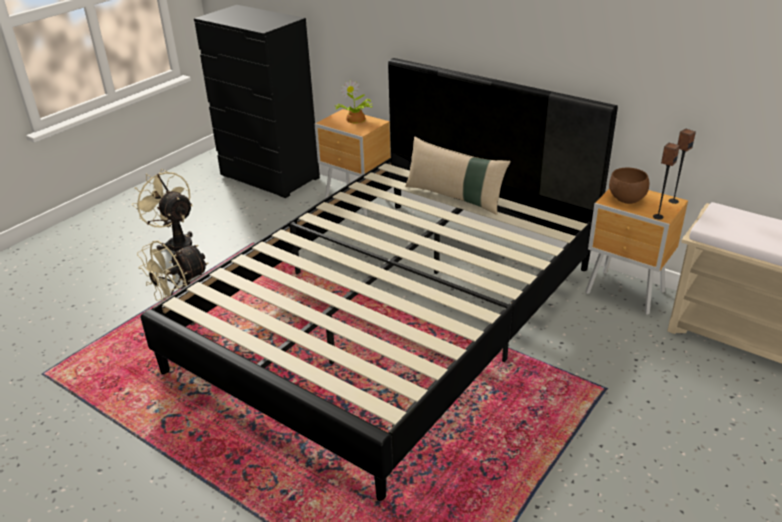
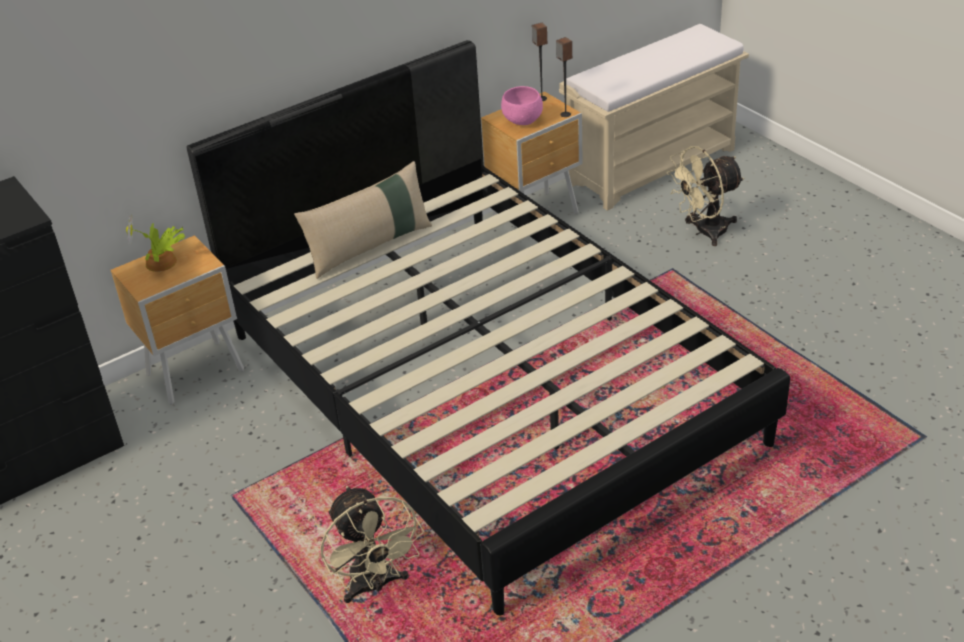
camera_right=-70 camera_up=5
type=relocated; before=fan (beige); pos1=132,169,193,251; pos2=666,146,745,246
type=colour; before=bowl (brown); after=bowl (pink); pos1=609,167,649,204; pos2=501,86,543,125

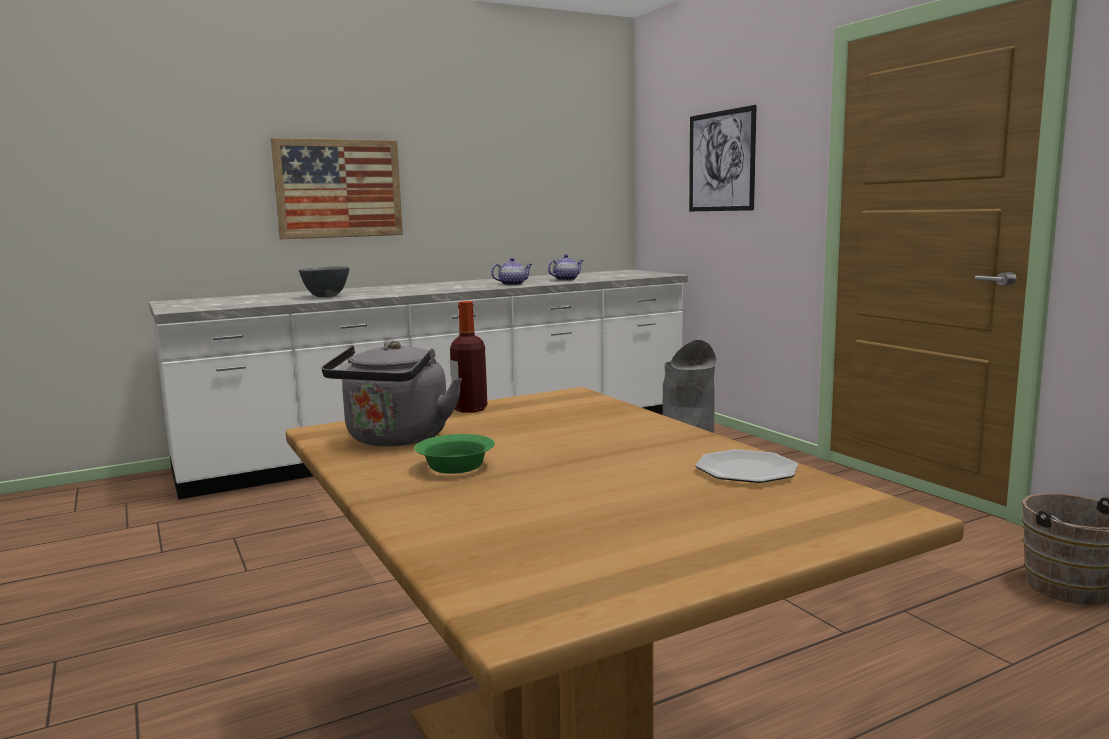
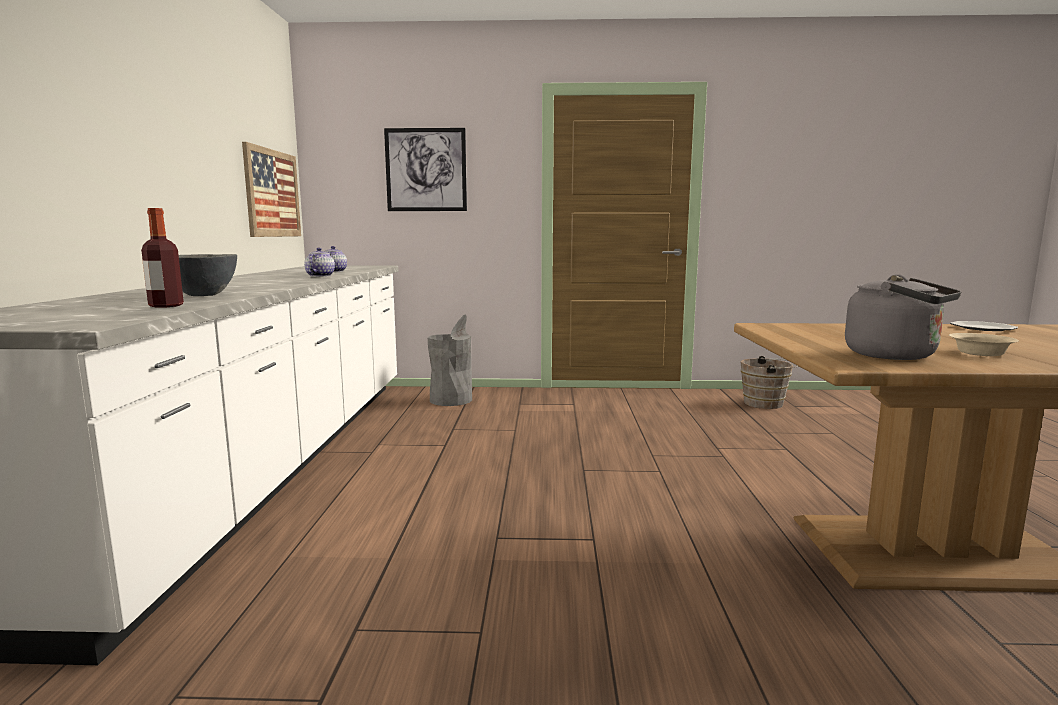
camera_right=-60 camera_up=0
type=relocated; before=picture; pos1=271,138,403,239; pos2=242,142,301,237
type=colour; before=bowl (green); after=bowl (beige); pos1=415,434,495,474; pos2=949,333,1019,356
type=relocated; before=bottle; pos1=450,301,488,413; pos2=141,208,184,308

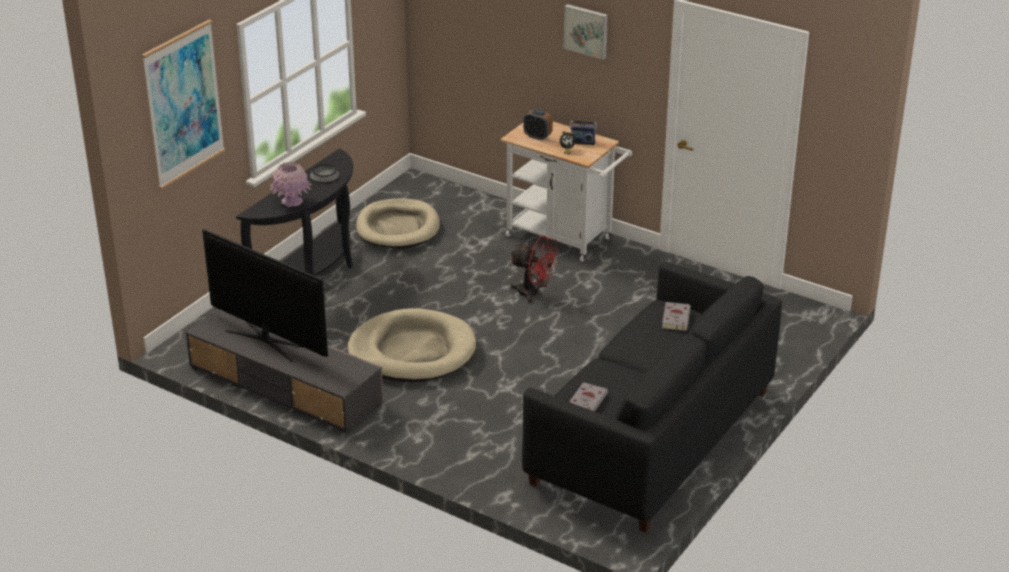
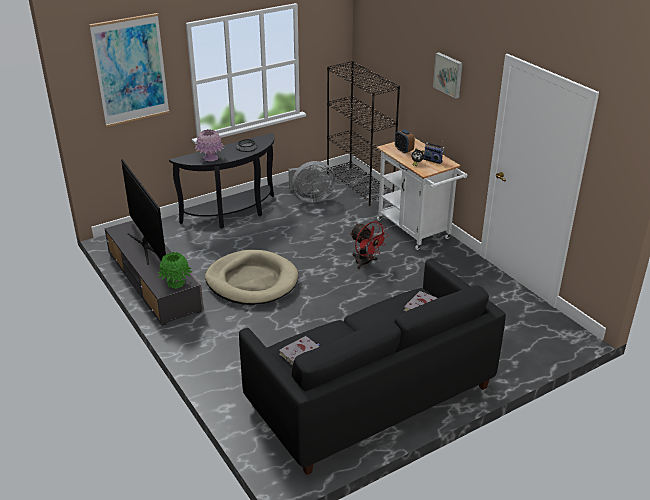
camera_right=25 camera_up=0
type=exchanged; before=dog bed (beige); after=fan (grey); pos1=356,199,440,249; pos2=288,161,336,203
type=appeared; after=vase (green); pos2=158,252,192,289
type=appeared; after=bookcase (black); pos2=327,61,400,206

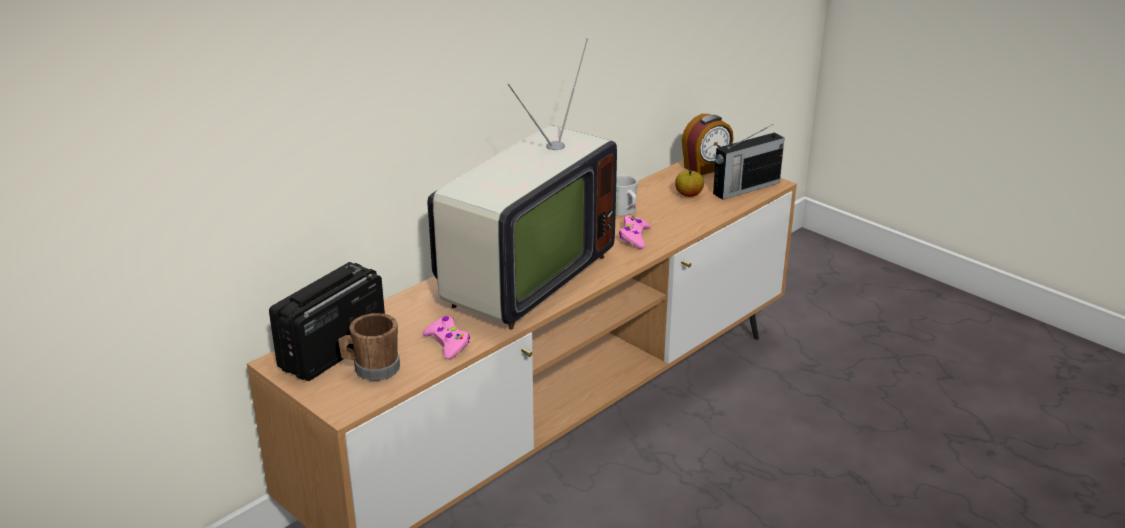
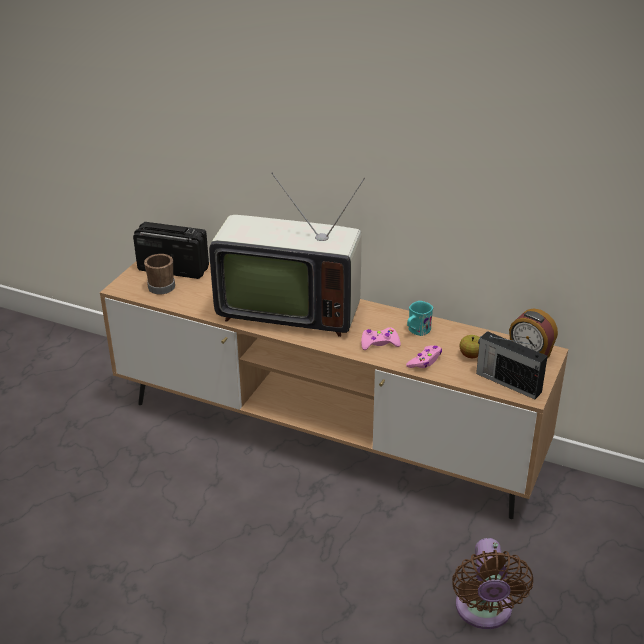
camera_right=70 camera_up=5
type=relocated; before=game controller (pink); pos1=422,316,470,360; pos2=406,345,442,368
type=colour; before=mug (white); after=mug (turquoise); pos1=616,174,638,216; pos2=407,301,433,336
type=appeared; after=fan (brown); pos2=452,538,533,629

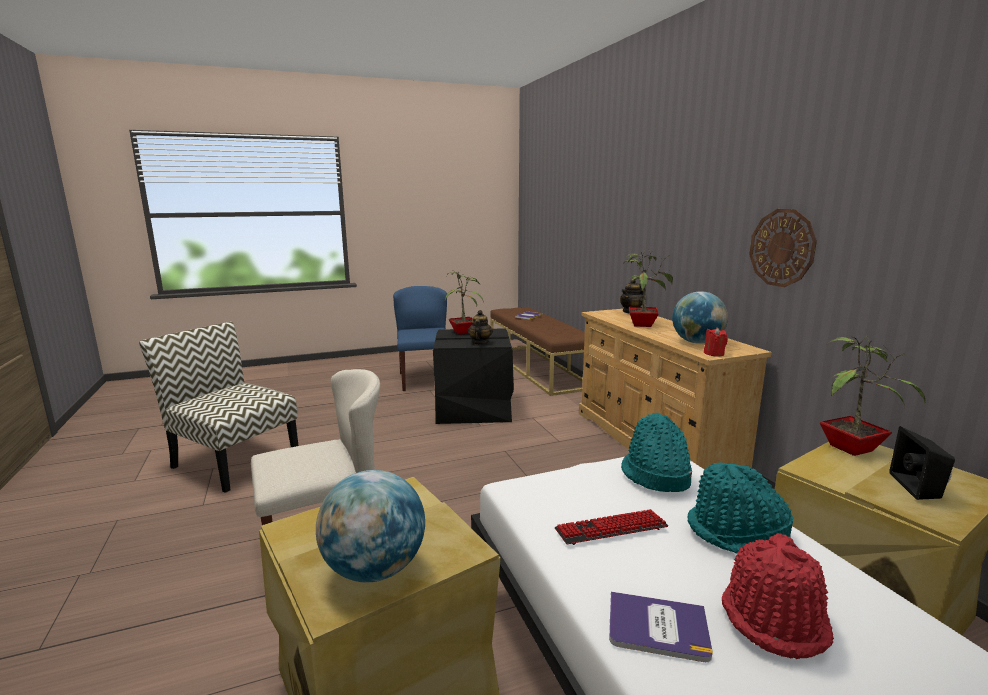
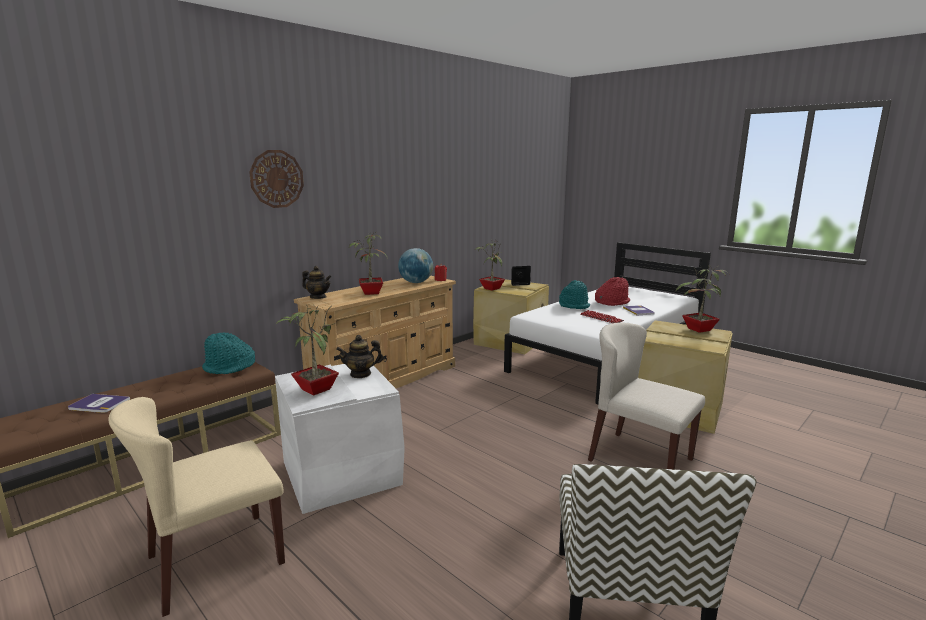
camera_right=-115 camera_up=0
type=exchanged; before=globe; after=potted plant; pos1=316,470,425,582; pos2=675,266,729,333
type=colour; before=chair (blue); after=chair (beige); pos1=393,286,447,391; pos2=108,397,285,617
type=colour; before=storage box (black); after=storage box (white); pos1=433,328,514,424; pos2=275,364,405,514
type=relocated; before=hat (turquoise); pos1=621,413,692,492; pos2=202,333,255,374
type=relocated; before=wall clock; pos1=749,209,817,287; pos2=249,150,304,208

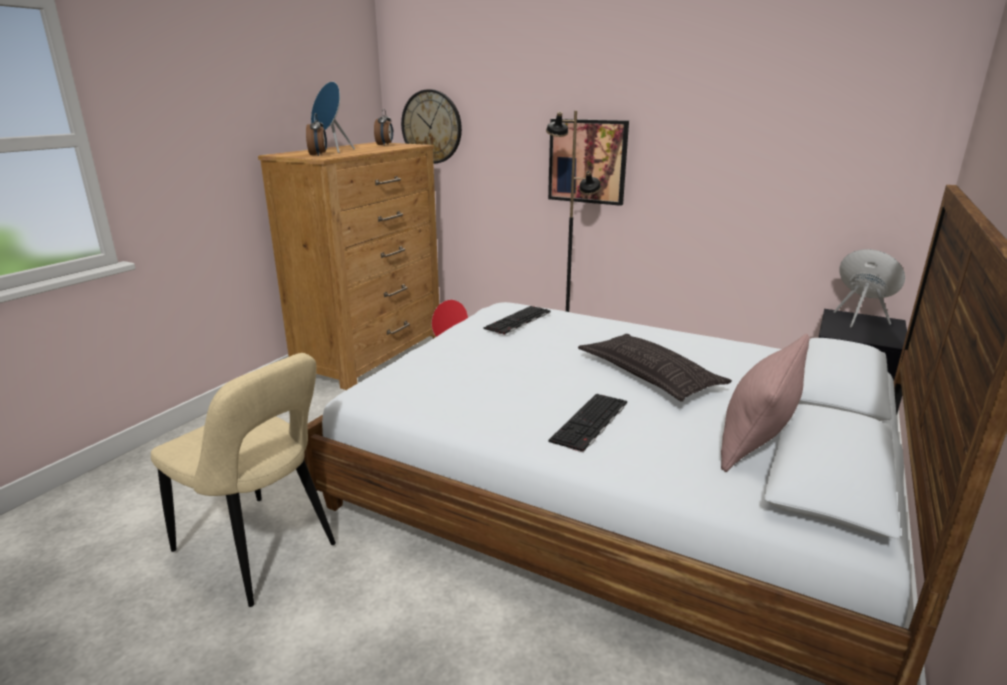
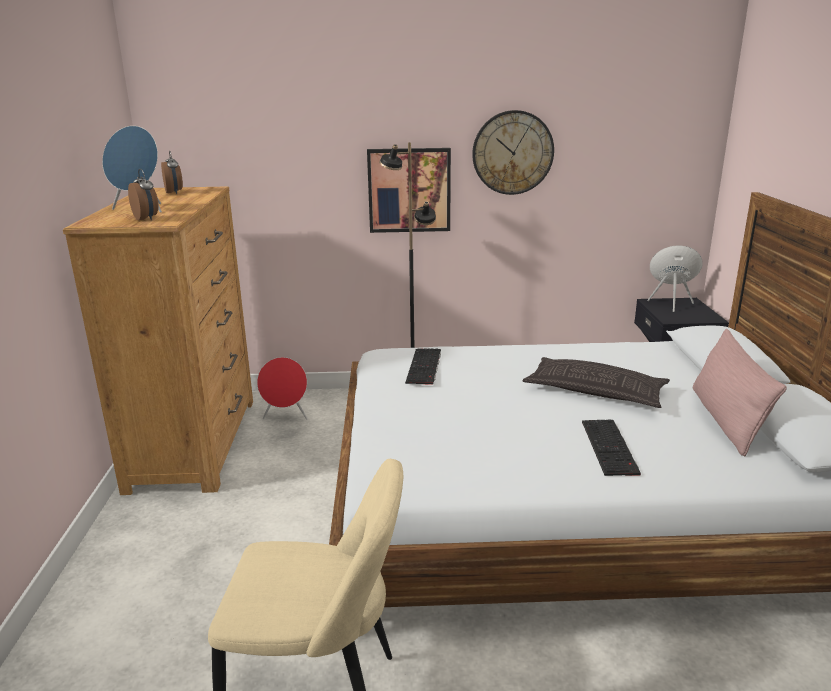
camera_right=-30 camera_up=0
type=relocated; before=wall clock; pos1=401,89,462,164; pos2=472,110,554,195

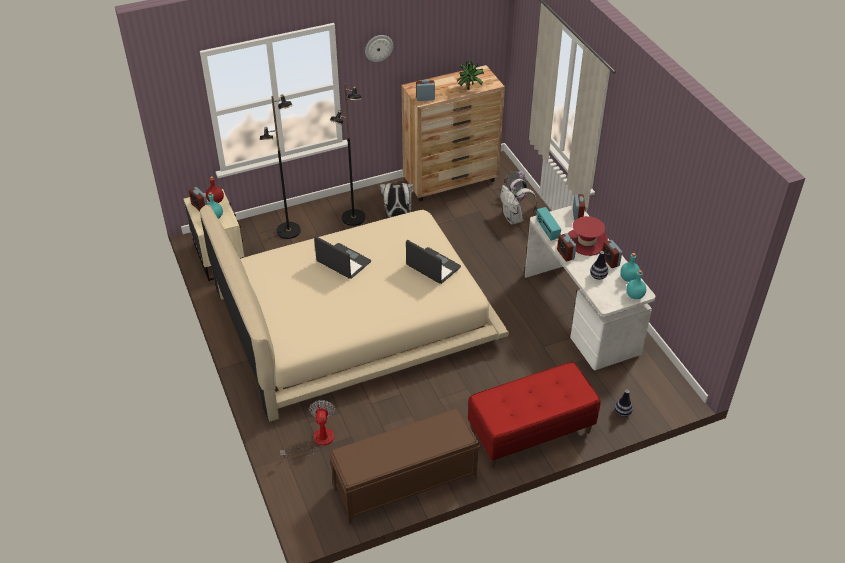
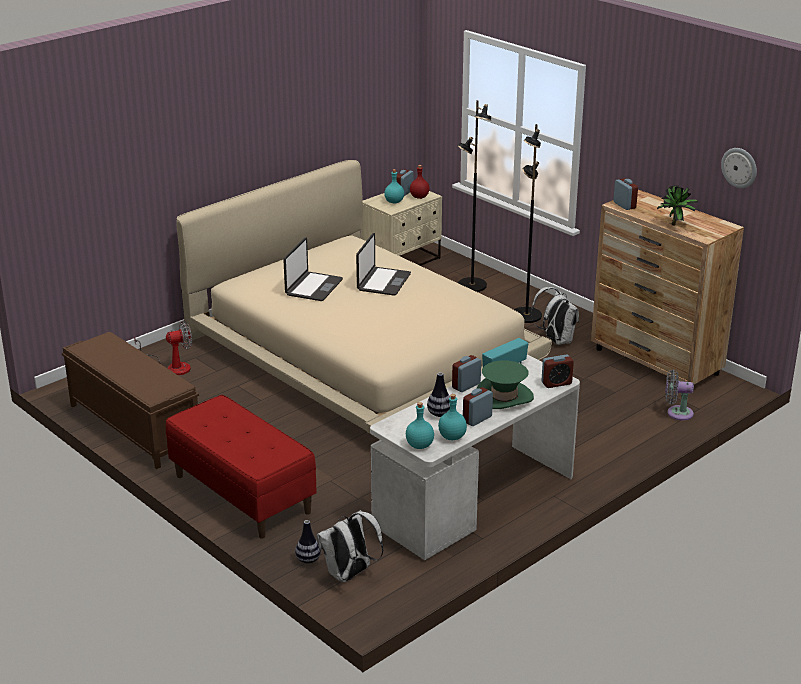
camera_right=70 camera_up=-15
type=relocated; before=wall clock; pos1=365,35,393,62; pos2=721,148,757,188
type=relocated; before=laptop; pos1=406,240,461,284; pos2=284,238,343,301
type=relocated; before=backpack (white); pos1=500,179,537,225; pos2=317,510,384,582
type=colour; before=hat (red); after=hat (green); pos1=568,216,608,256; pos2=476,360,534,409

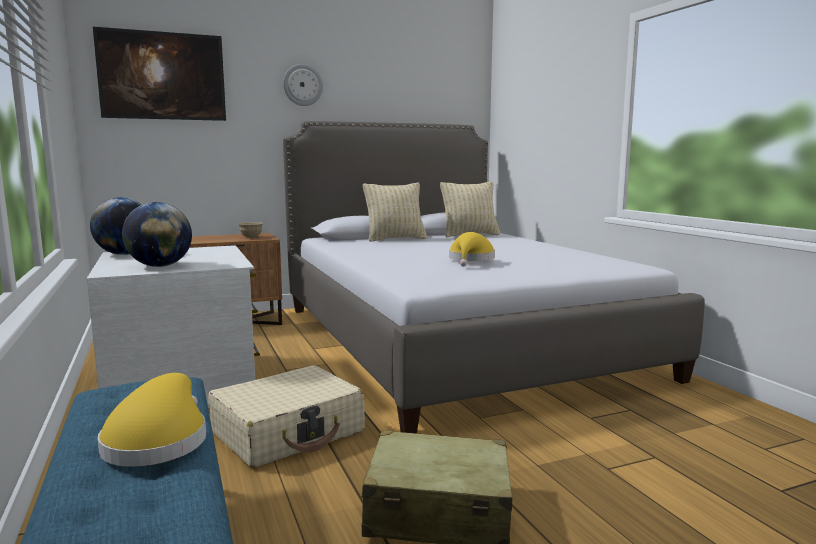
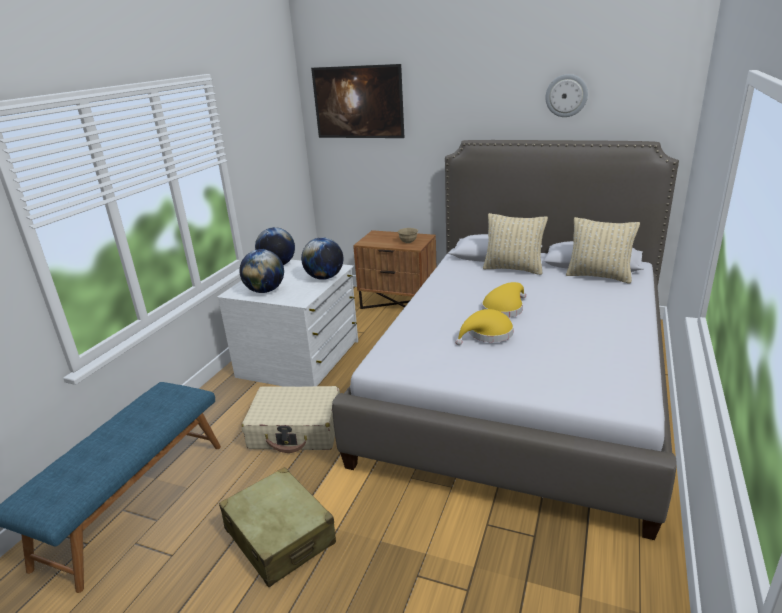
camera_right=45 camera_up=15
type=relocated; before=hat (yellow); pos1=98,373,206,467; pos2=482,282,526,318
type=relocated; before=wall clock; pos1=283,64,323,106; pos2=545,74,588,117
type=appeared; after=globe; pos2=301,237,343,280

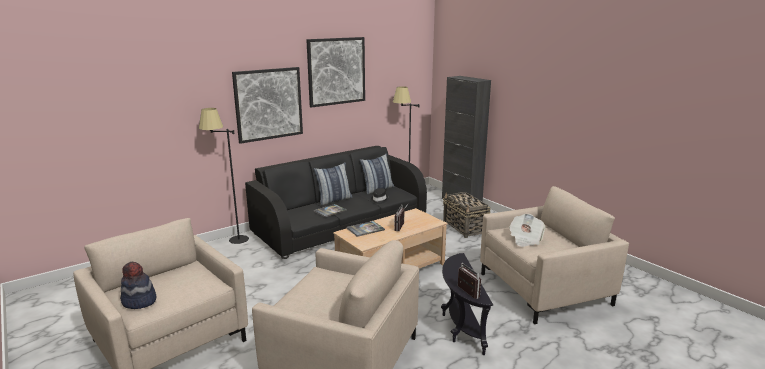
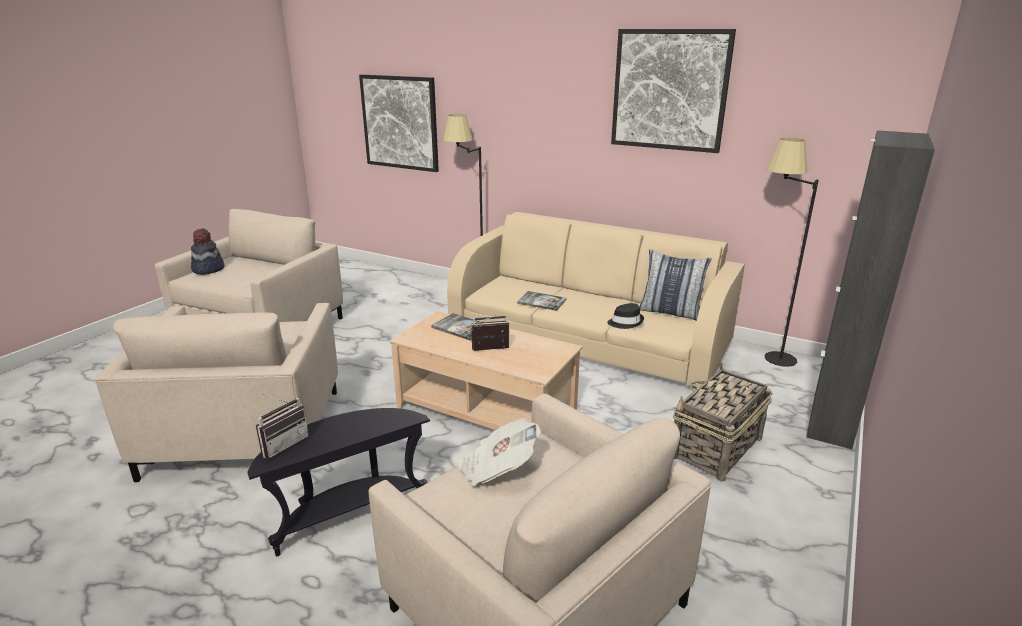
camera_right=65 camera_up=5
type=relocated; before=picture; pos1=232,67,303,144; pos2=359,75,439,172
type=colour; before=sofa (black); after=sofa (beige); pos1=245,146,427,259; pos2=447,212,745,389
type=missing; before=pillow; pos1=313,163,353,206

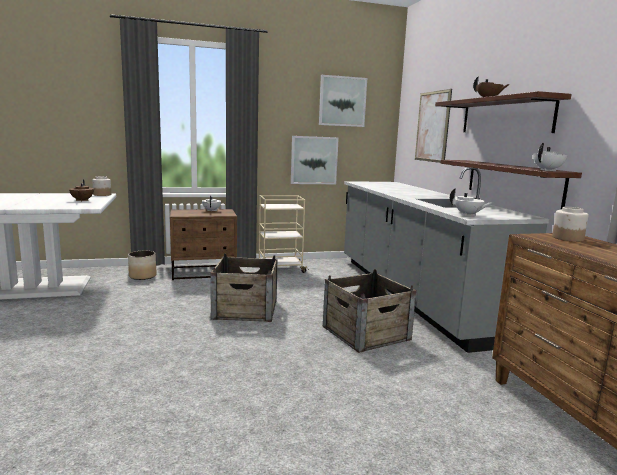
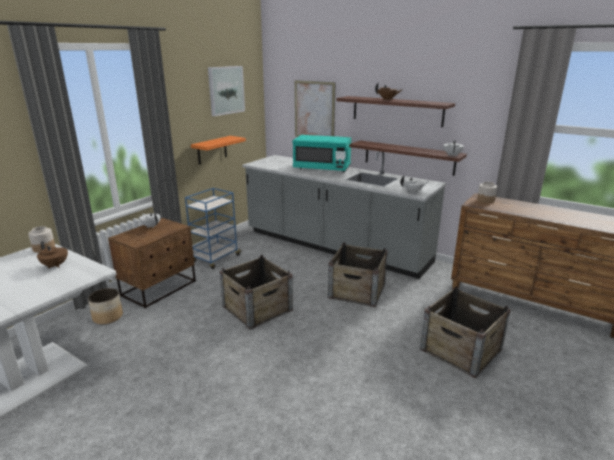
camera_right=-40 camera_up=10
type=colour; before=cart (beige); after=cart (blue); pos1=259,195,309,273; pos2=185,188,242,269
type=exchanged; before=picture; after=shelf (orange); pos1=291,136,339,184; pos2=191,136,246,165
type=appeared; after=microwave (turquoise); pos2=292,135,351,172
type=appeared; after=crate; pos2=420,286,511,378

